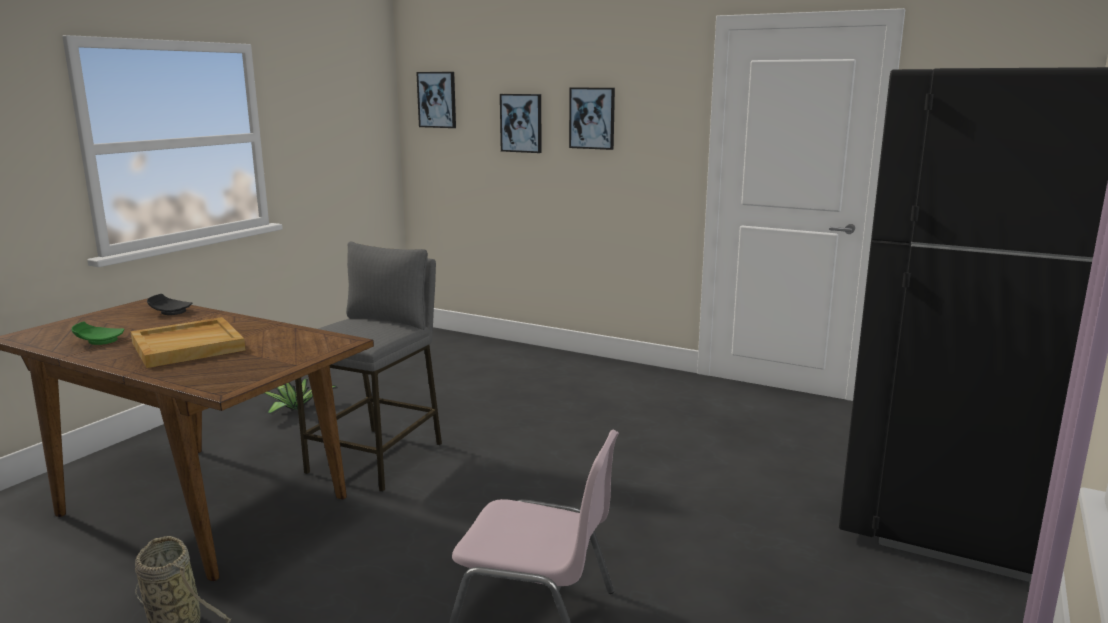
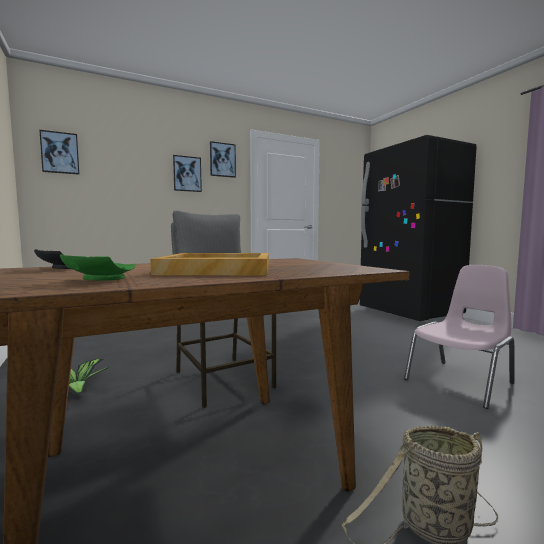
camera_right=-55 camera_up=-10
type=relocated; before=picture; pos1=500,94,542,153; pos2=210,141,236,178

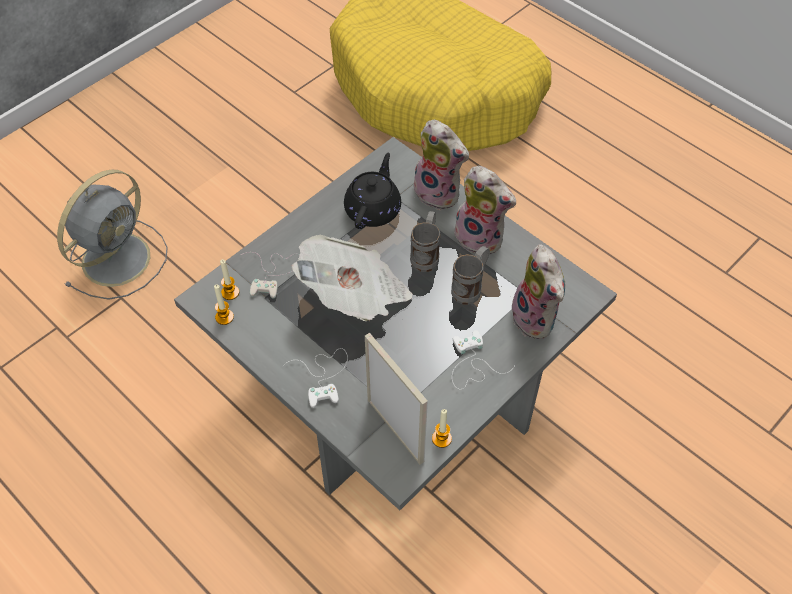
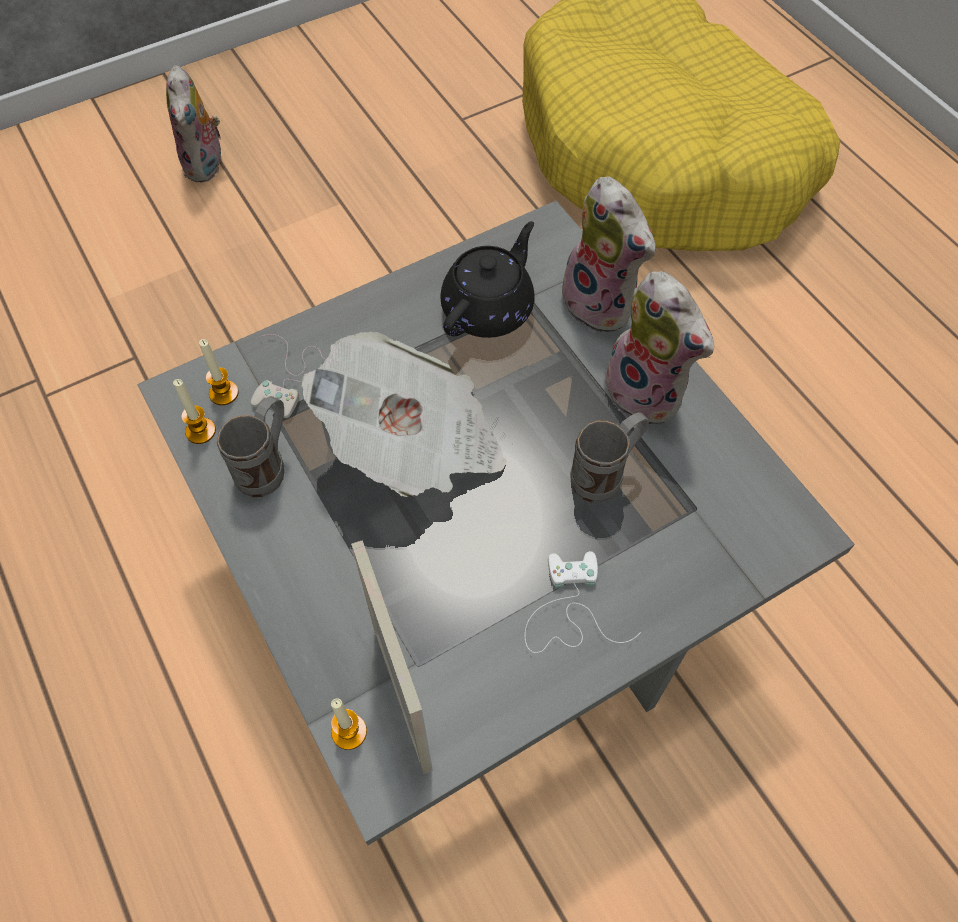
camera_right=15 camera_up=5
type=missing; before=fan (grey); pos1=57,169,168,300
type=missing; before=game controller (white); pos1=282,348,348,408
type=relocated; before=mug (grey); pos1=410,211,440,272; pos2=217,396,284,497
type=relocated; before=candle; pos1=432,409,452,448; pos2=331,698,367,750
type=relocated; before=plush toy; pos1=508,244,565,339; pos2=166,65,223,183

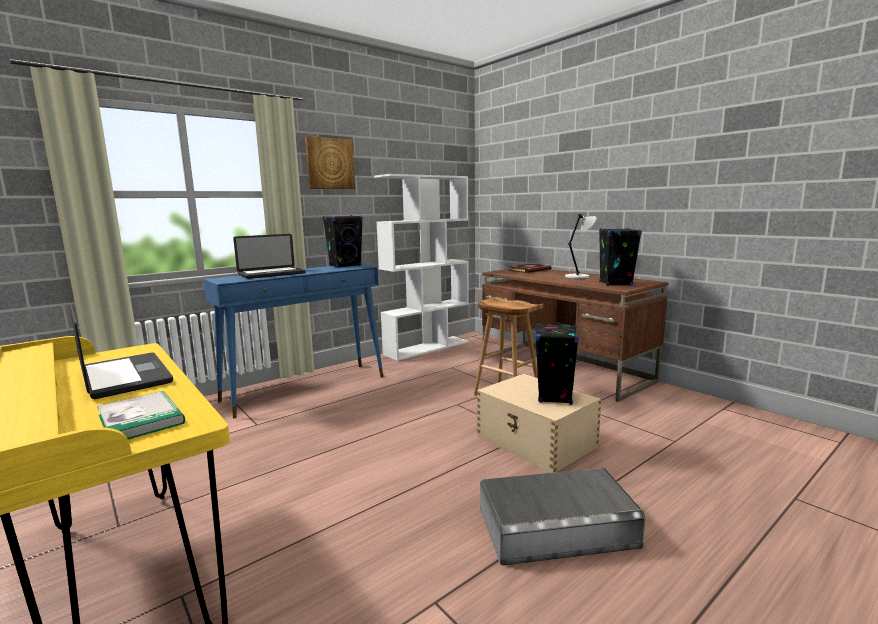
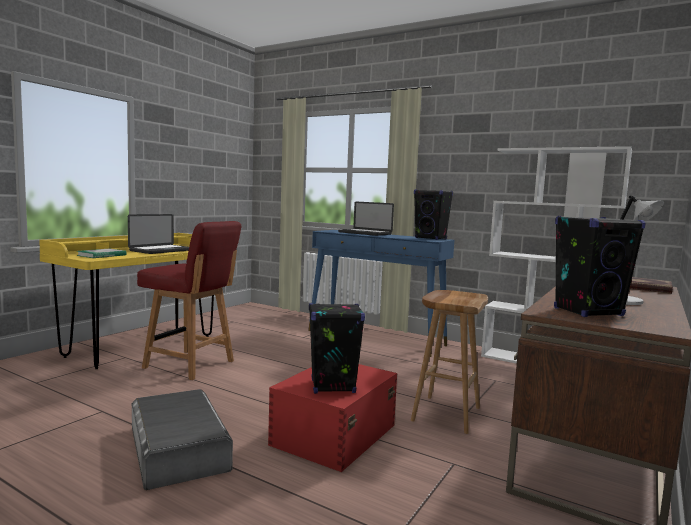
camera_right=70 camera_up=-5
type=missing; before=picture; pos1=305,136,355,189
type=colour; before=storage box (beige); after=storage box (red); pos1=477,374,601,473; pos2=268,364,397,472
type=appeared; after=chair (red); pos2=137,221,242,380

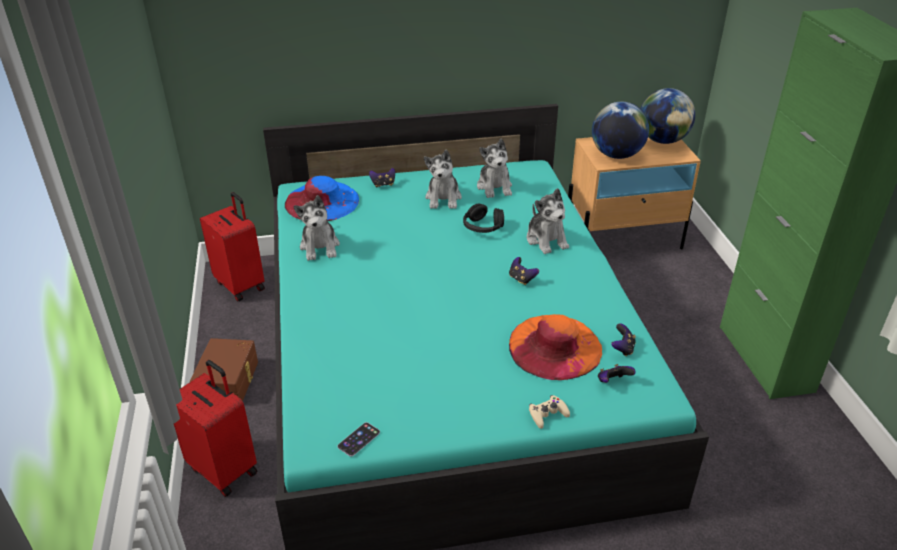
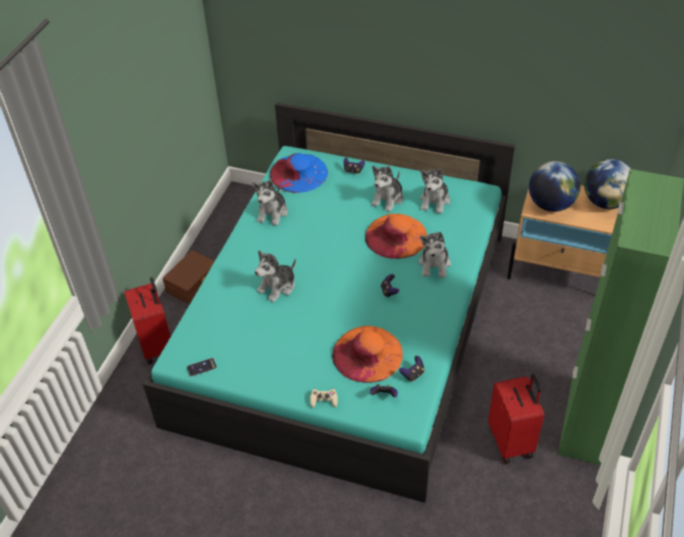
camera_right=30 camera_up=10
type=relocated; before=suitcase (red); pos1=200,192,265,301; pos2=488,374,544,464
type=exchanged; before=headphones (black); after=hat (orange); pos1=463,204,504,233; pos2=365,214,427,259
type=appeared; after=plush toy; pos2=255,250,296,302

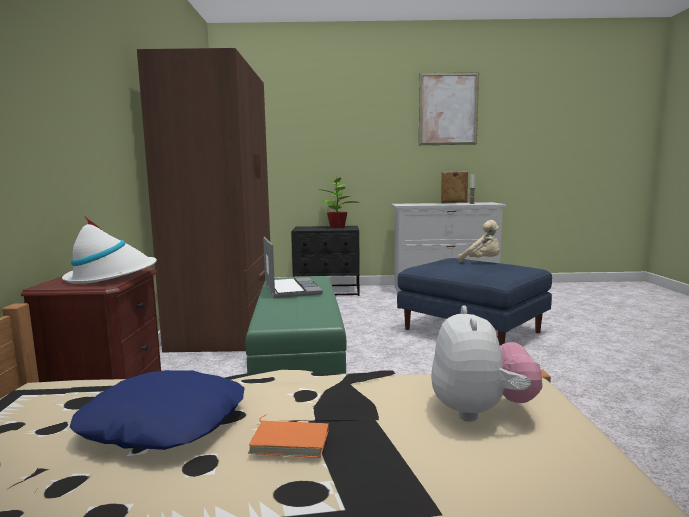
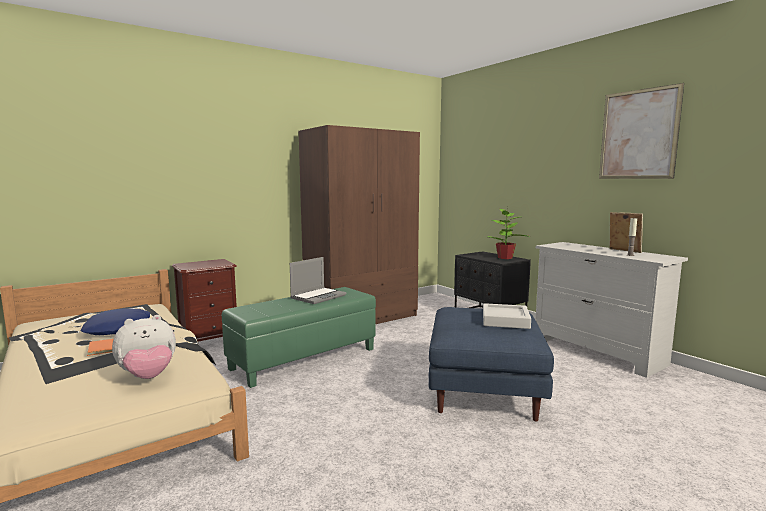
camera_right=55 camera_up=0
type=missing; before=hat (white); pos1=62,216,157,284
type=exchanged; before=plush toy (beige); after=tray (grey); pos1=458,220,500,262; pos2=483,303,531,329

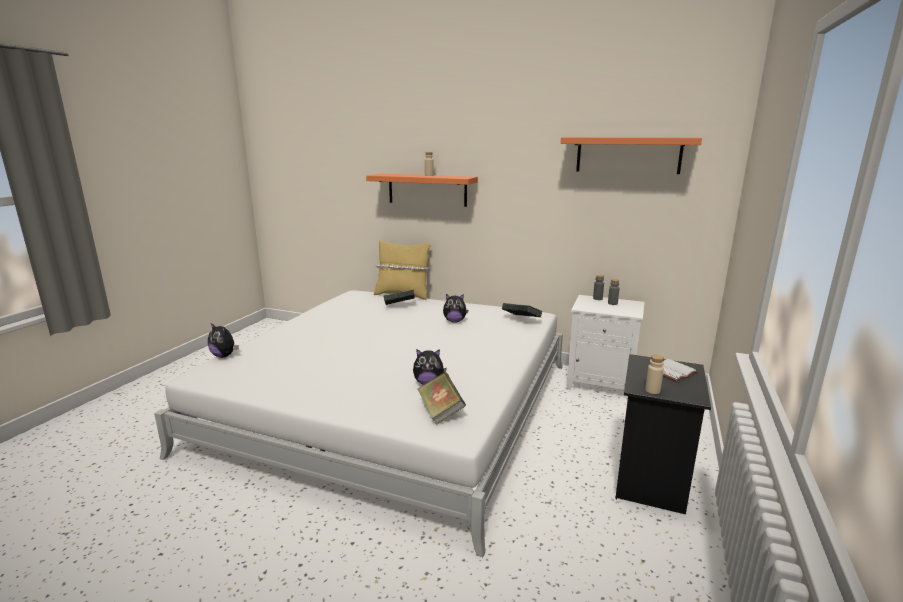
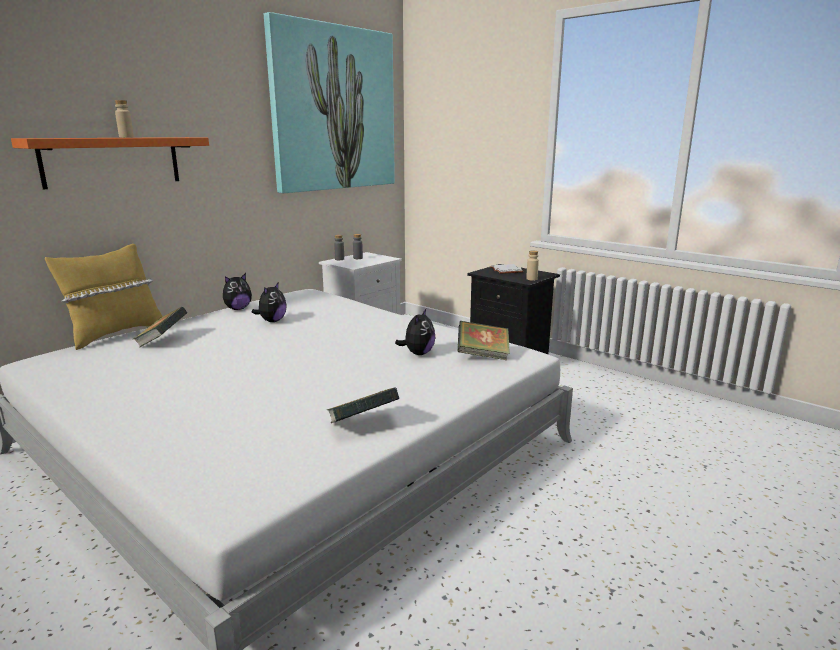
camera_right=-70 camera_up=0
type=relocated; before=plush toy; pos1=208,323,239,358; pos2=223,273,252,310
type=relocated; before=book; pos1=502,303,543,317; pos2=326,387,400,423
type=exchanged; before=shelf (orange); after=picture; pos1=561,137,702,174; pos2=264,12,395,193

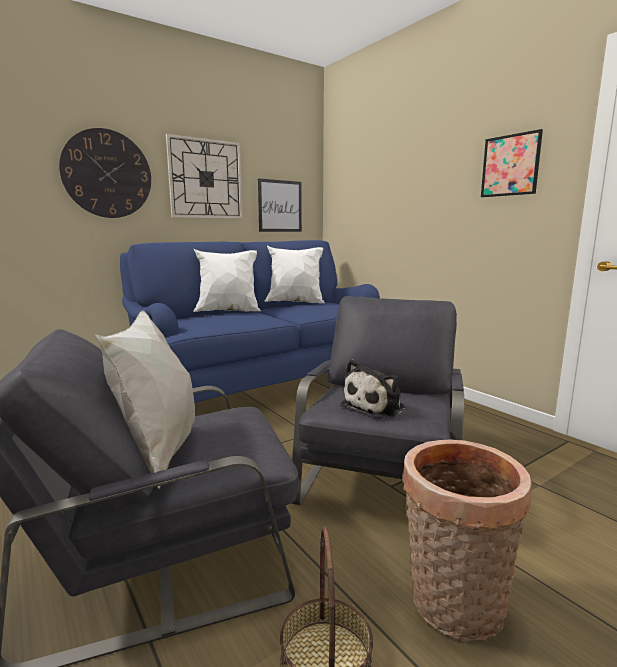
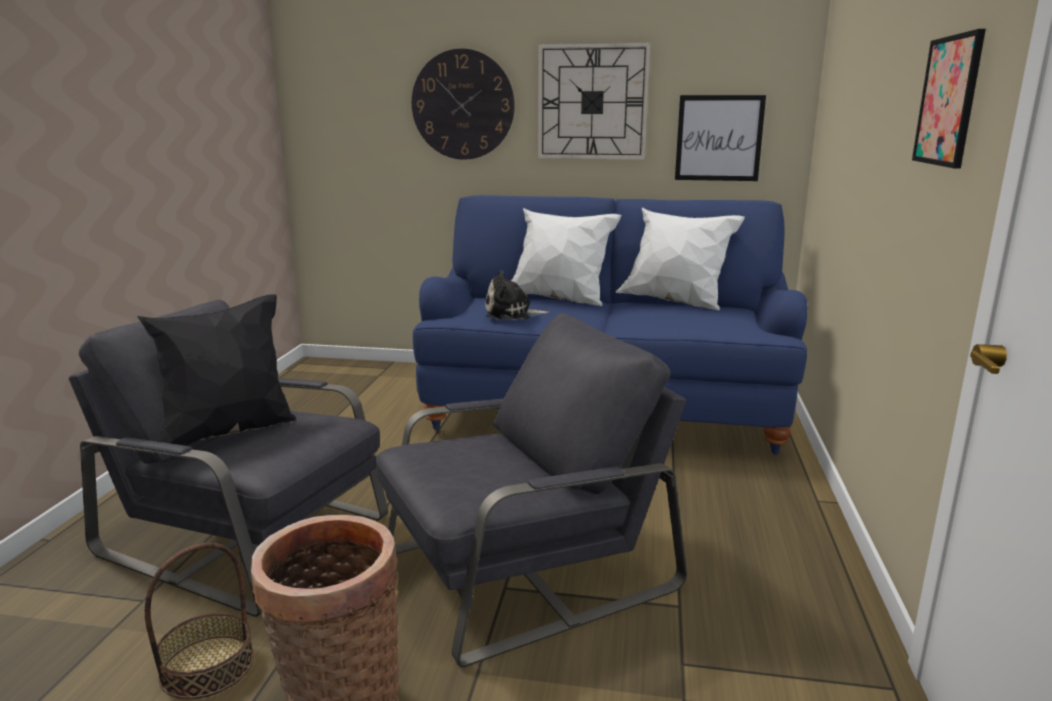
camera_right=45 camera_up=5
type=colour; before=pillow (white); after=pillow (black); pos1=95,310,195,489; pos2=137,294,296,456
type=relocated; before=plush toy; pos1=340,359,406,418; pos2=486,270,549,320

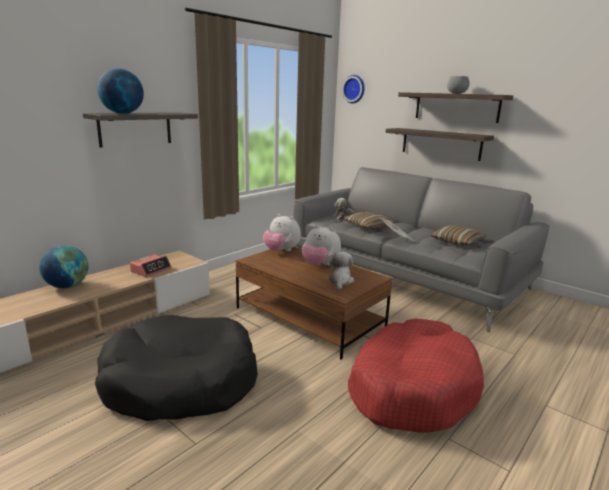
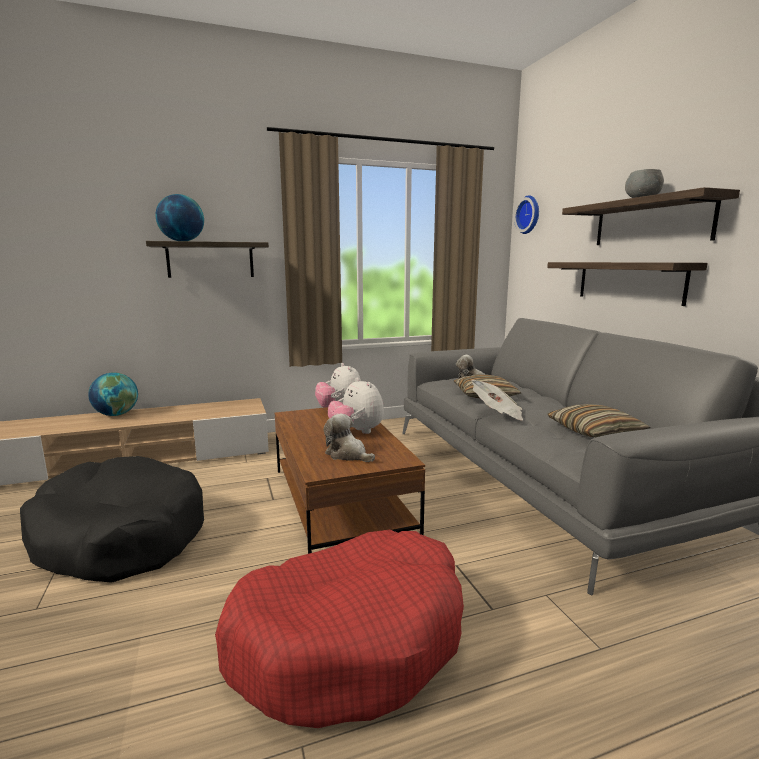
camera_right=30 camera_up=-5
type=missing; before=alarm clock; pos1=130,254,171,277
type=spun; before=plush toy; pos1=327,251,354,290; pos2=323,414,375,462; turn=-90

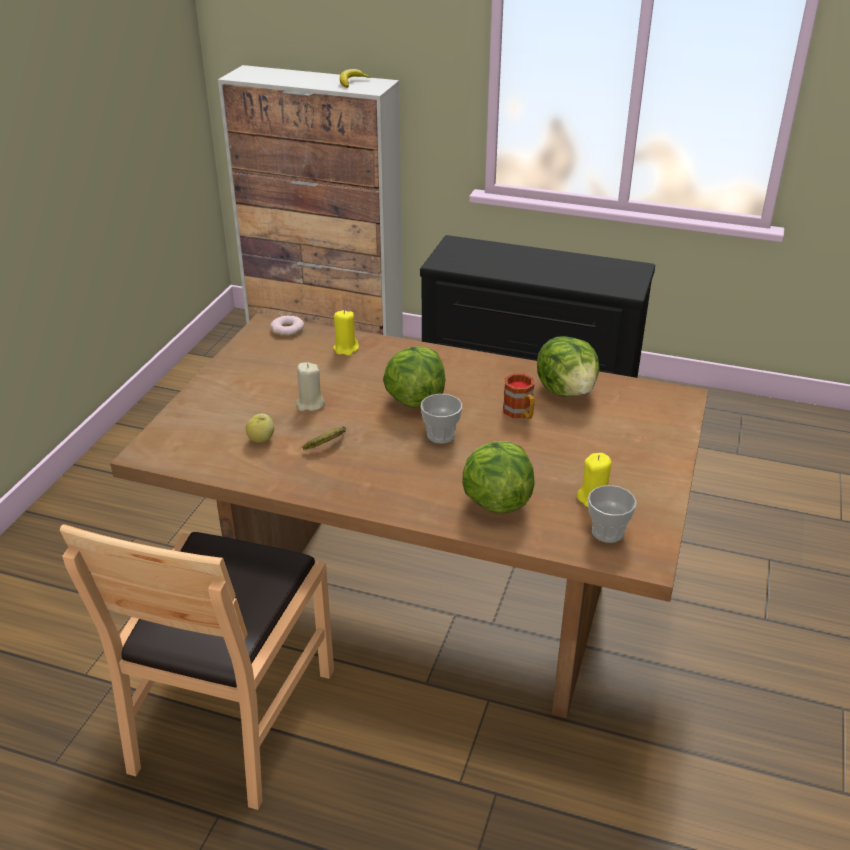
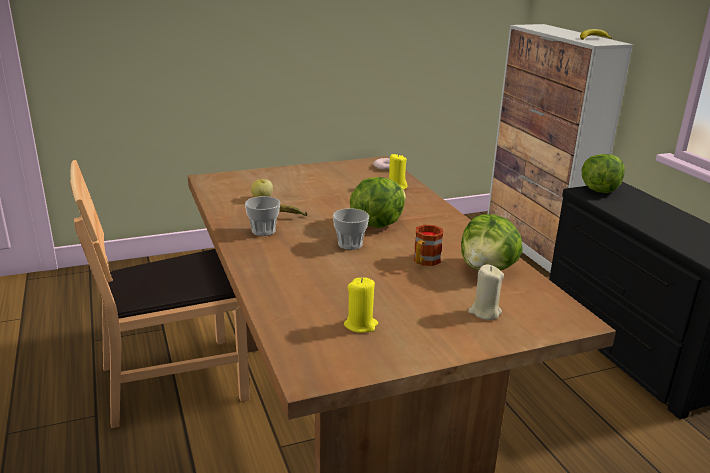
camera_right=50 camera_up=-10
type=relocated; before=candle (beige); pos1=296,362,325,411; pos2=468,264,504,320
type=relocated; before=lettuce; pos1=462,441,535,513; pos2=582,154,625,193
type=relocated; before=cup; pos1=588,485,637,543; pos2=245,196,280,236

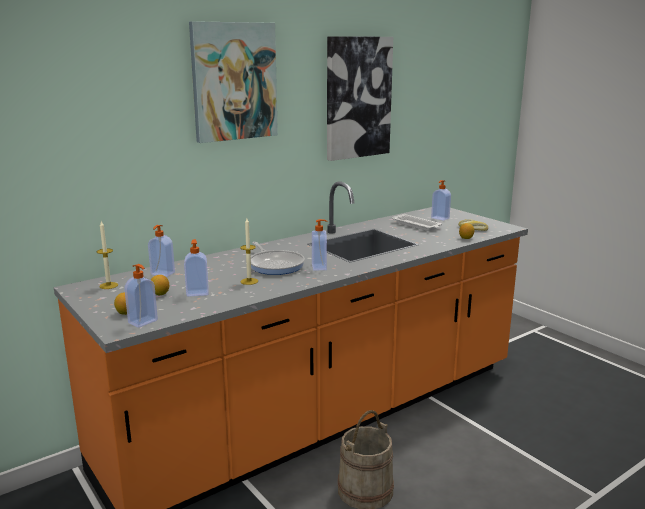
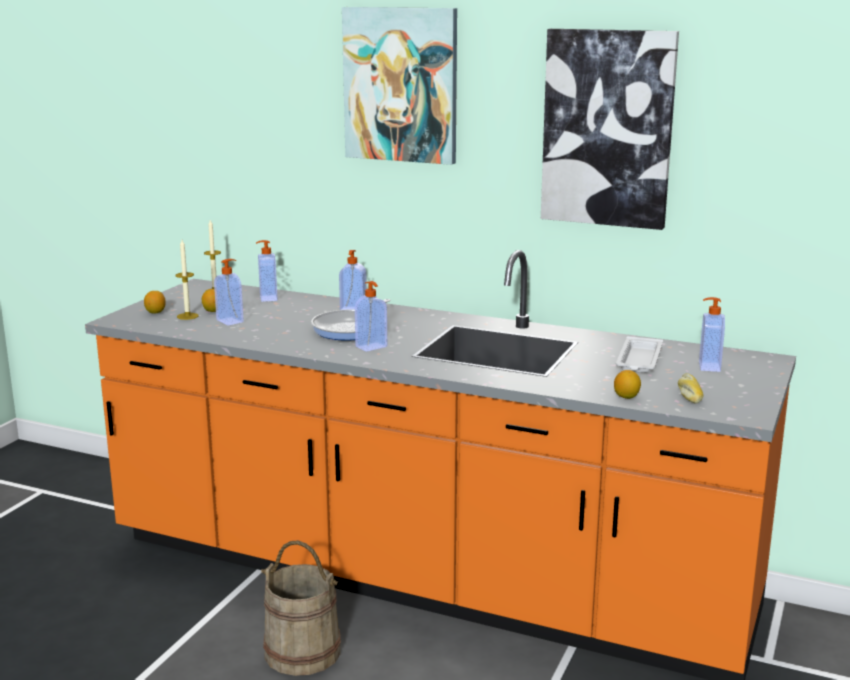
camera_right=60 camera_up=0
type=relocated; before=soap dispenser; pos1=124,264,158,328; pos2=339,250,367,310
type=relocated; before=candle; pos1=240,218,258,285; pos2=175,240,198,320

